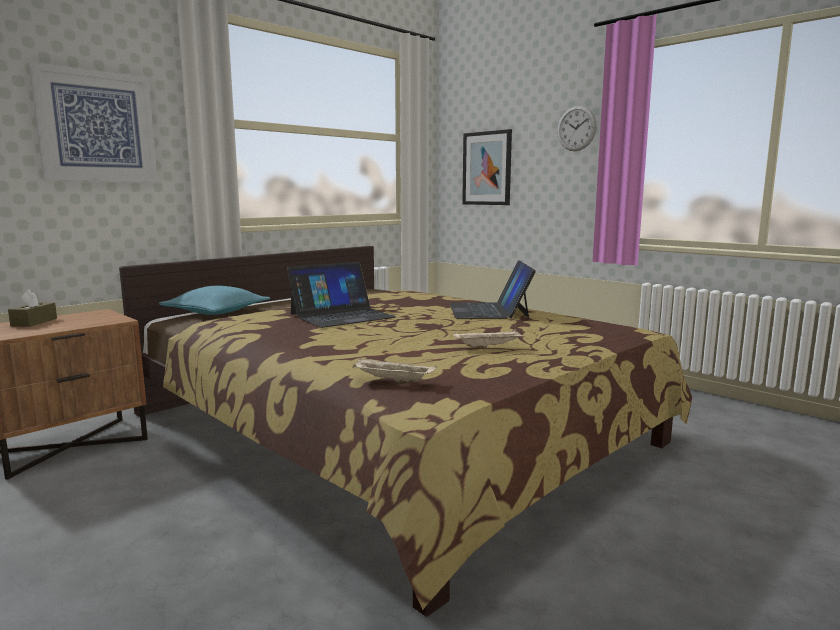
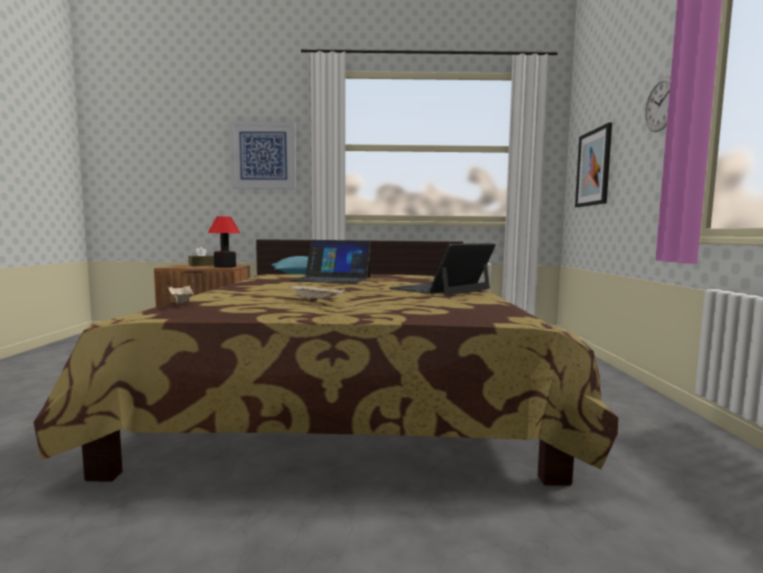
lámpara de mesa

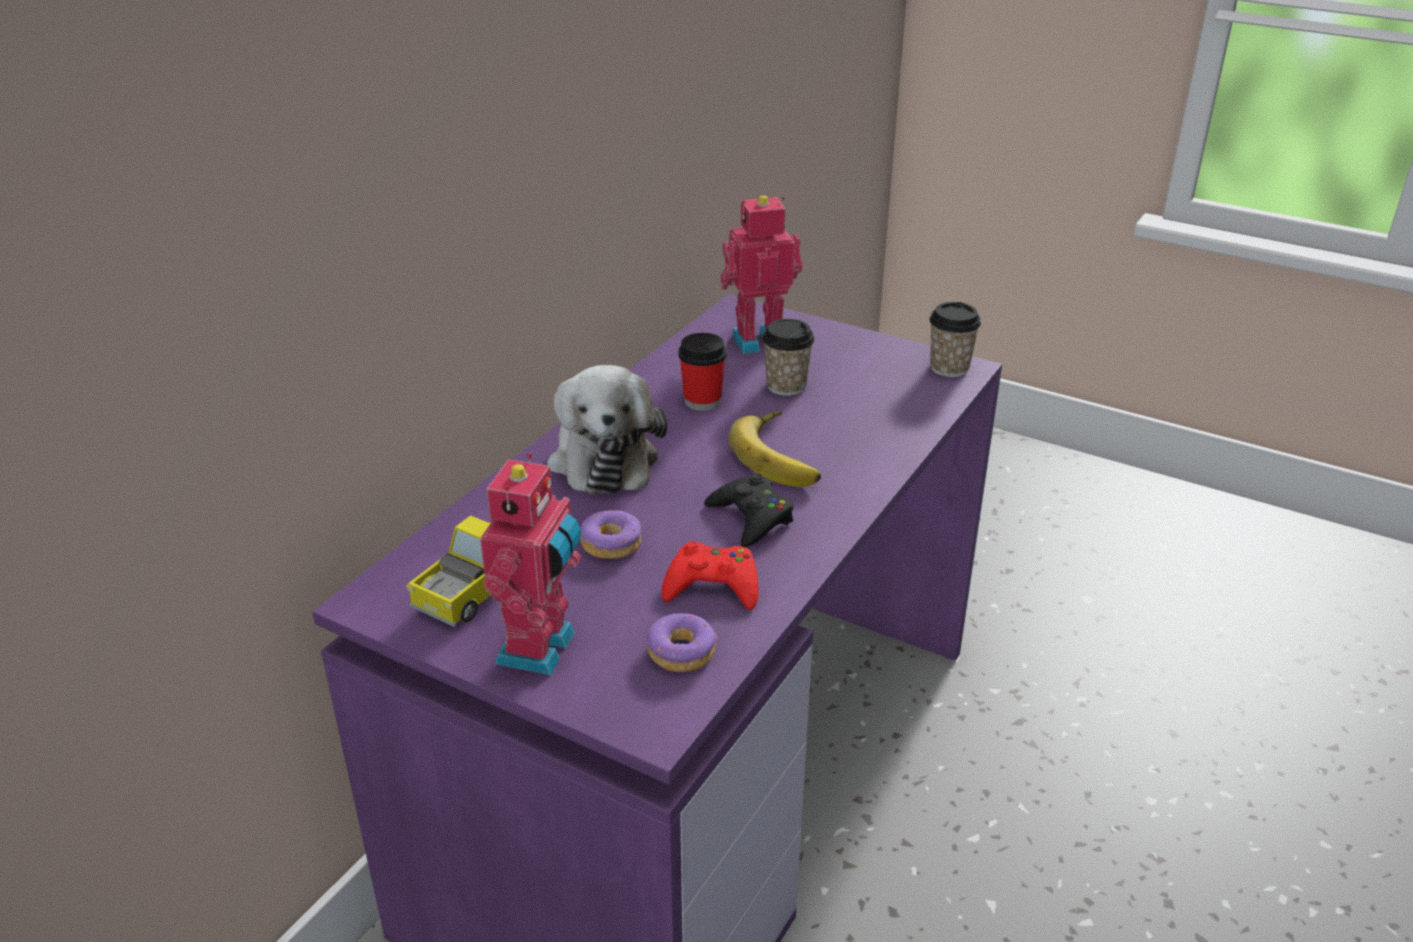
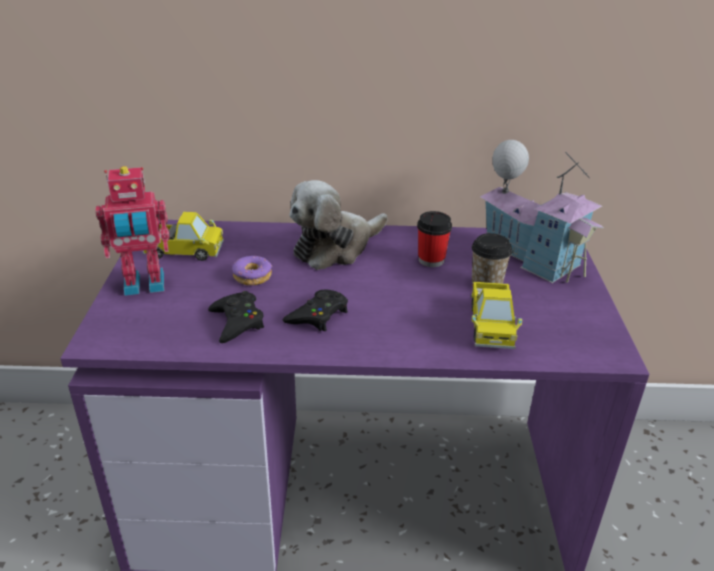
casita; taza (no. 3 from left in the first image); plátano; mando de consola (negro) (no. 1 from left); rosquilla (no. 2 from left in the first image); camión de juguete (no. 2 from left)

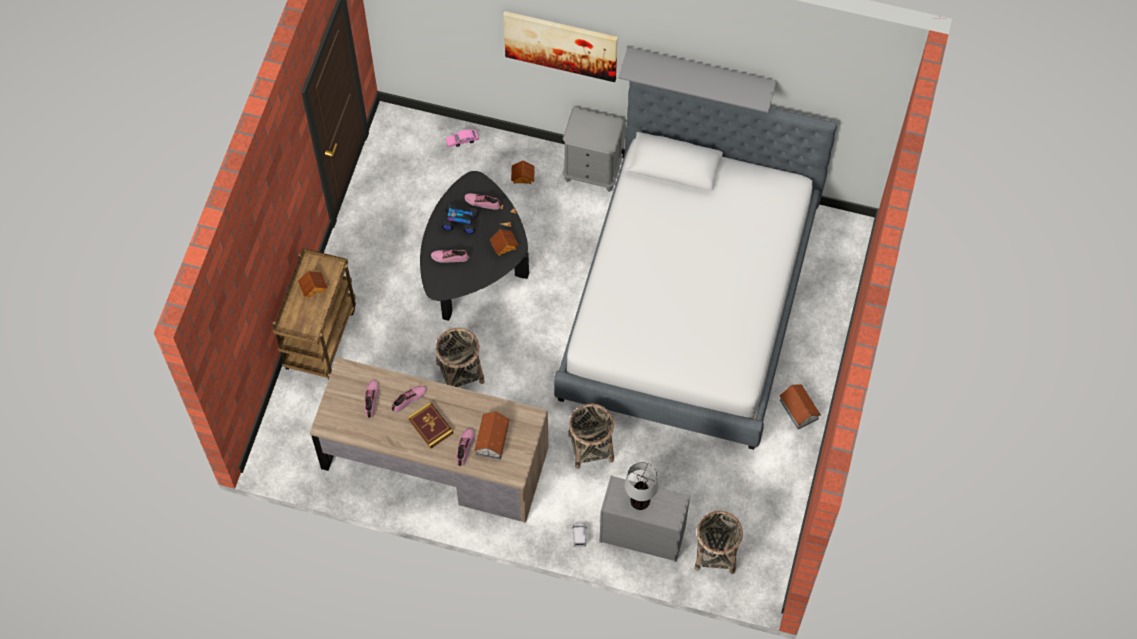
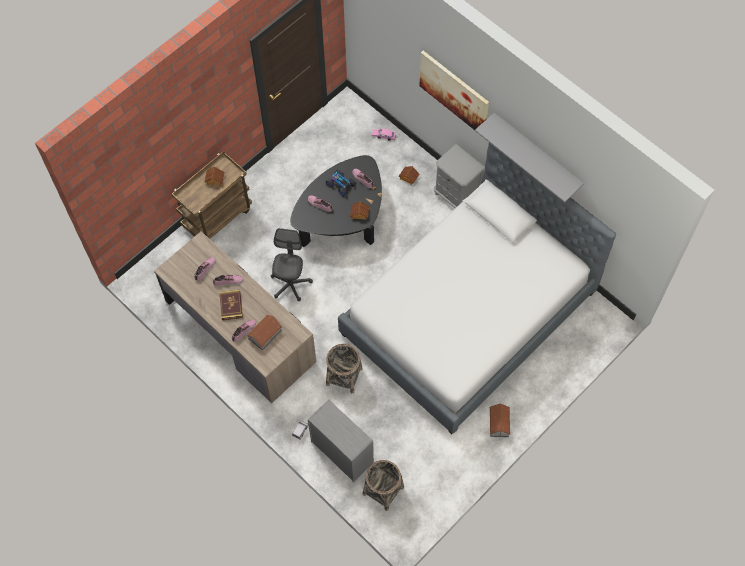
silla de oficina (gris); lámpara de mesa

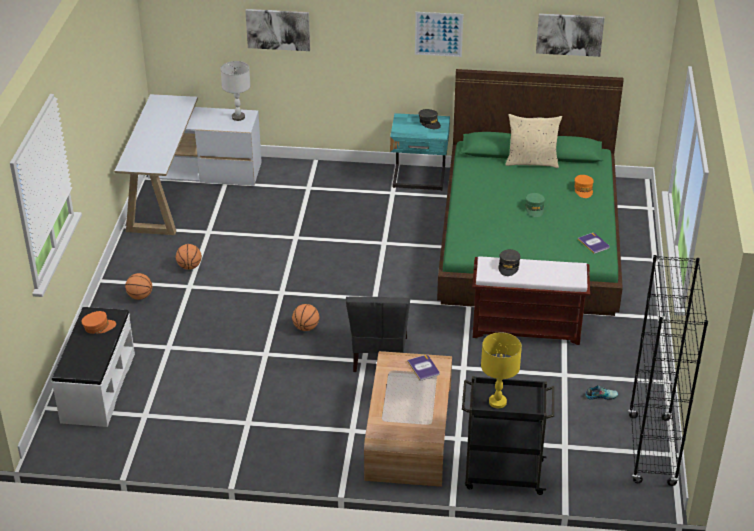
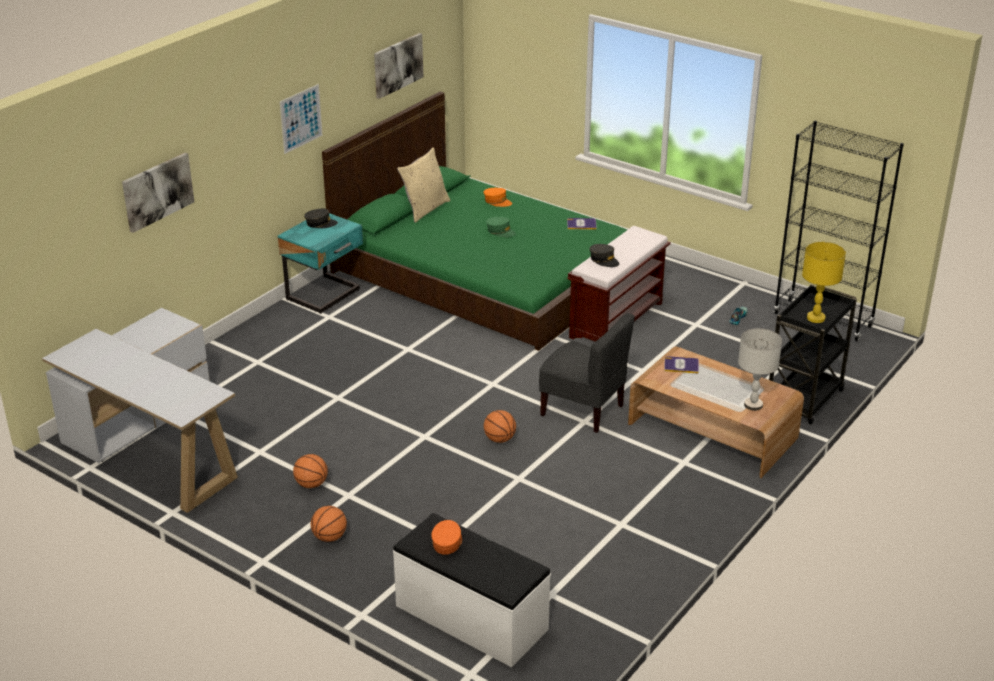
lámpara de mesa (gris)

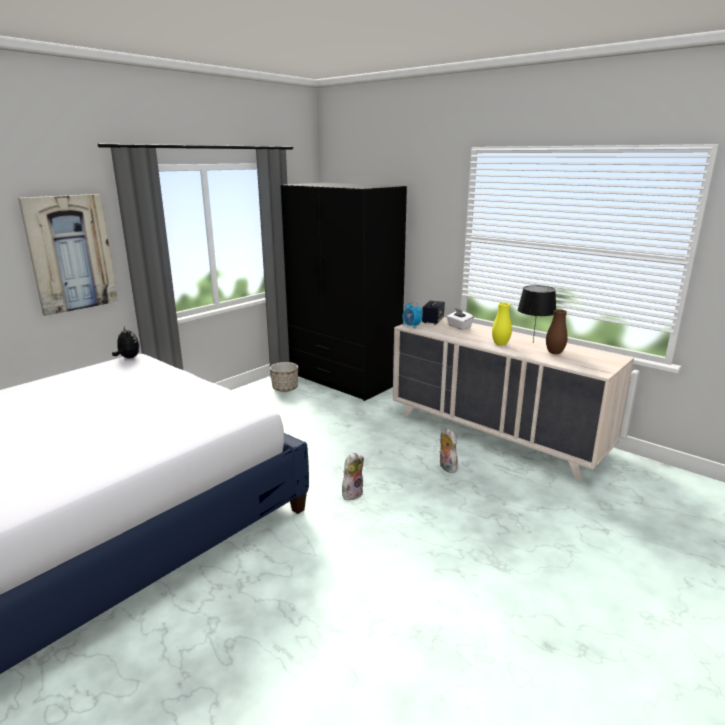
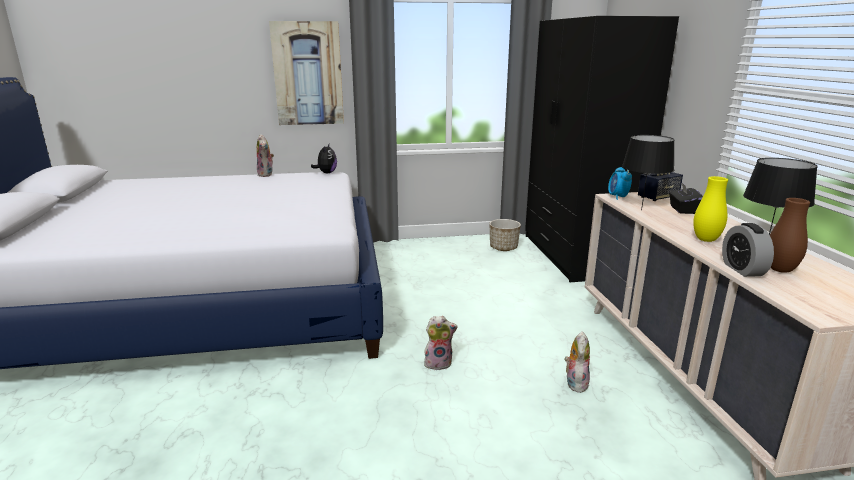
caja de pañuelos (negro); peluche (no. 1 from left); lámpara de mesa (negro) (no. 1 from left); despertador (no. 2 from left)

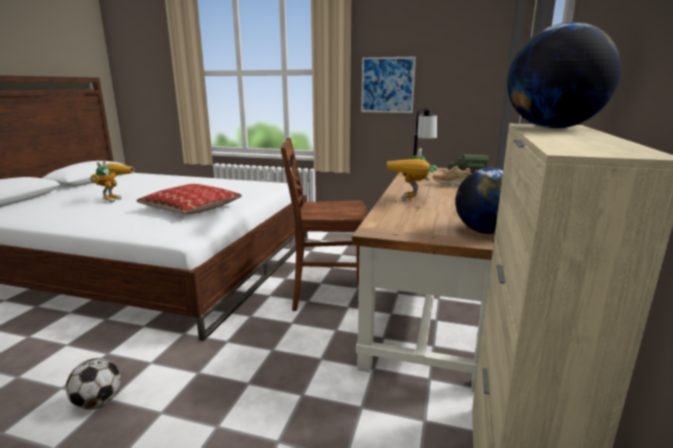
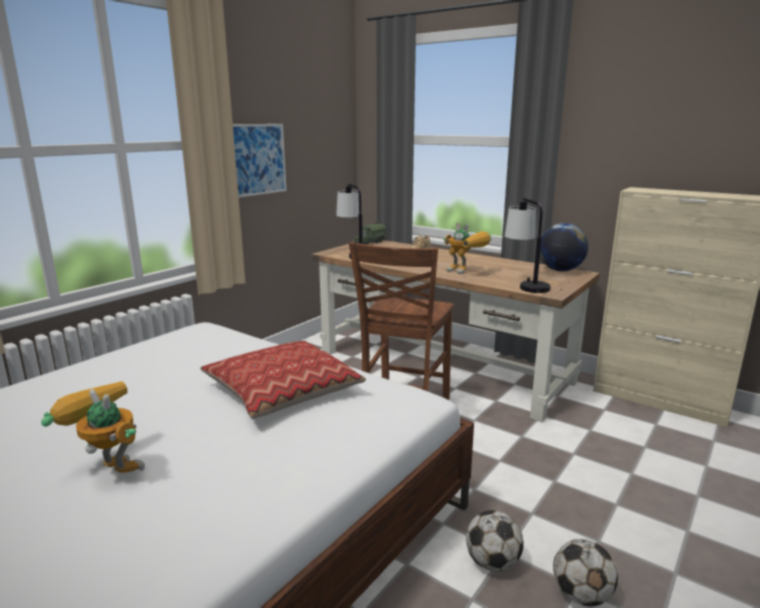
globo terráqueo (no. 2 from left in the first image); lámpara de mesa (no. 2 from left); balón de fútbol (no. 1 from left)

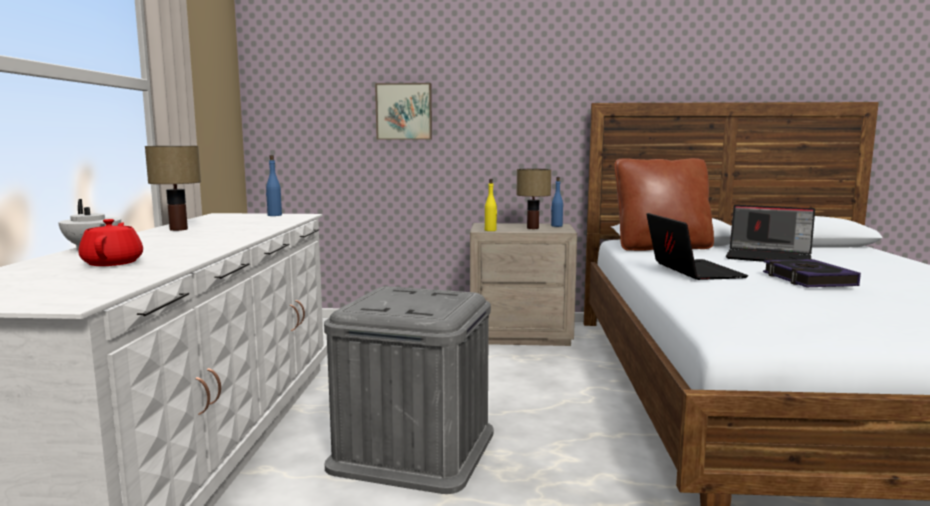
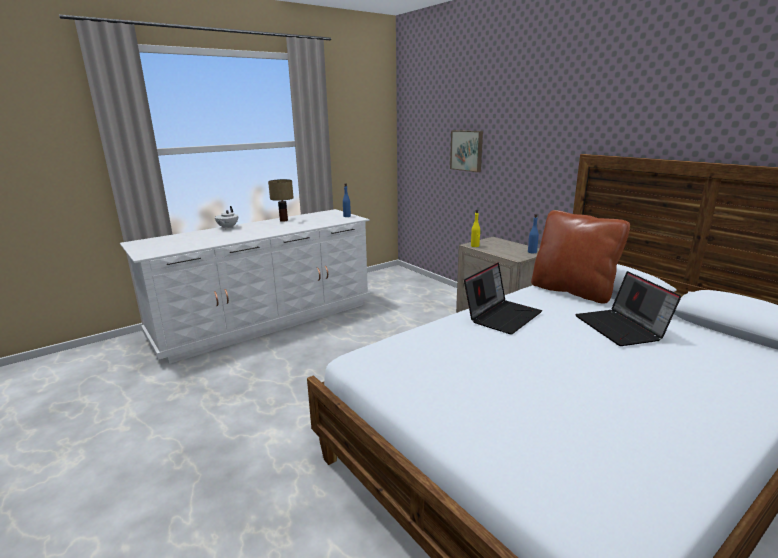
lámpara de mesa (no. 2 from left in the first image); tetera (rojo); libro; caja de almacenaje (gris)

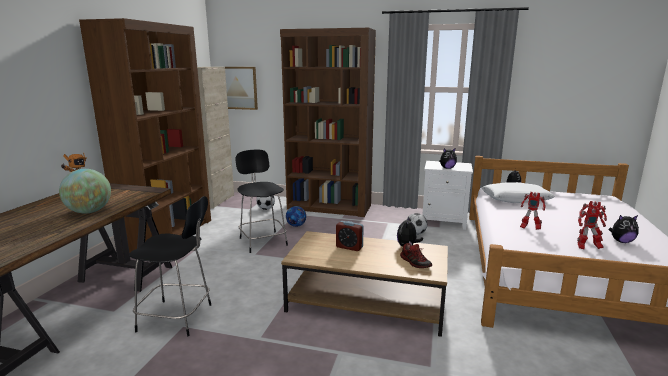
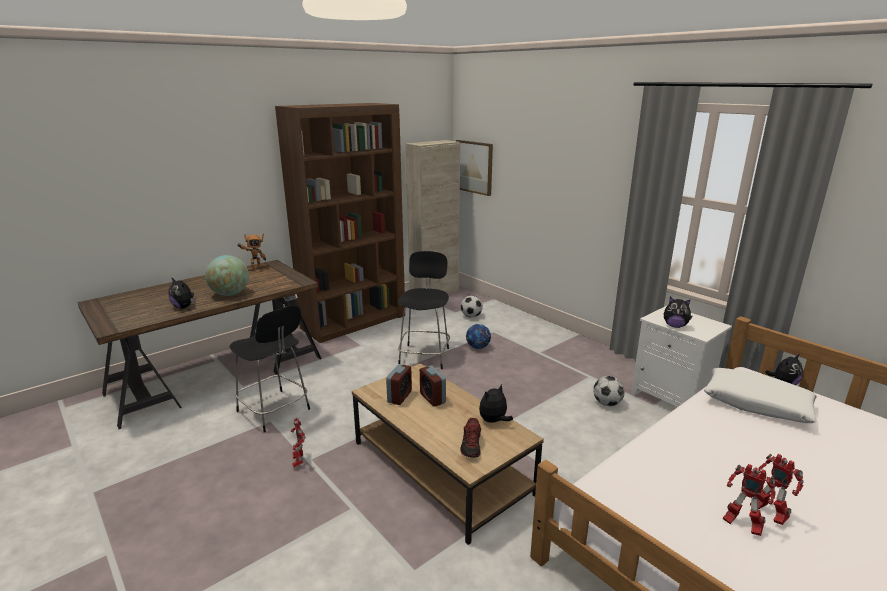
estantería (marrón) (no. 2 from left in the first image); robot de juguete (no. 2 from left); peluche (no. 1 from left); despertador (no. 1 from left)

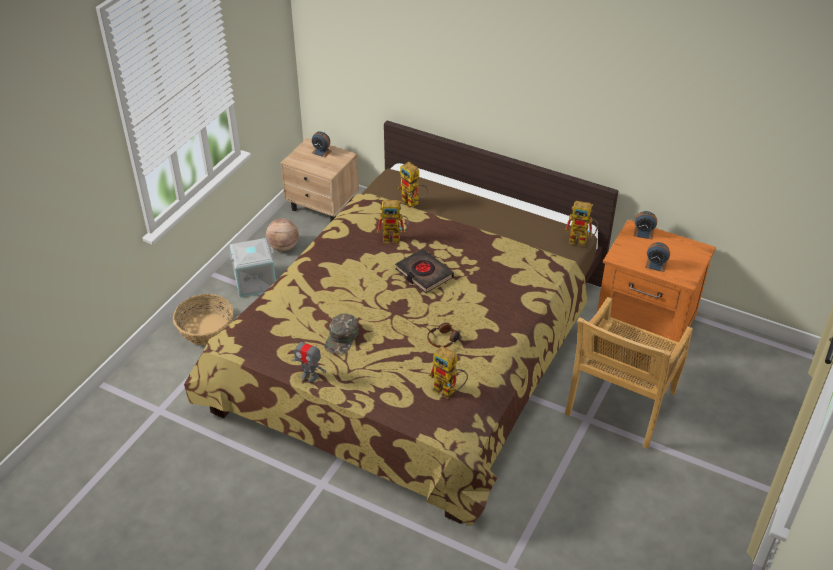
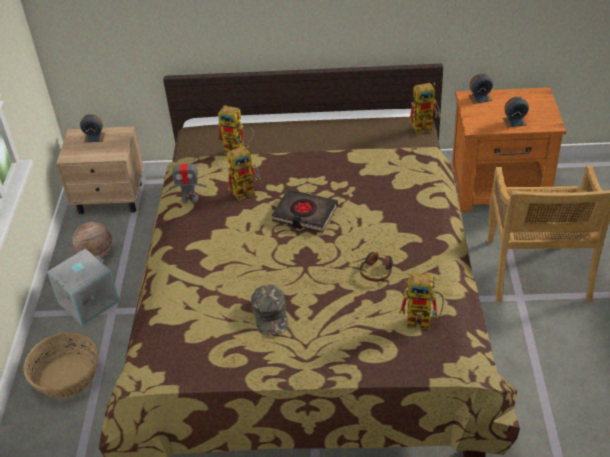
robot de juguete (no. 1 from left)

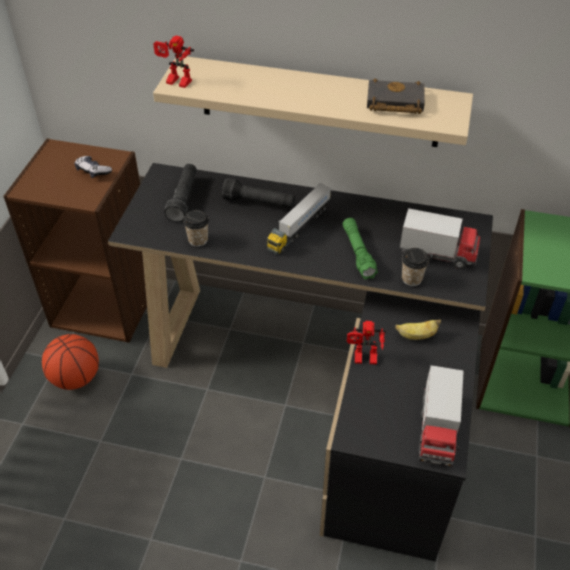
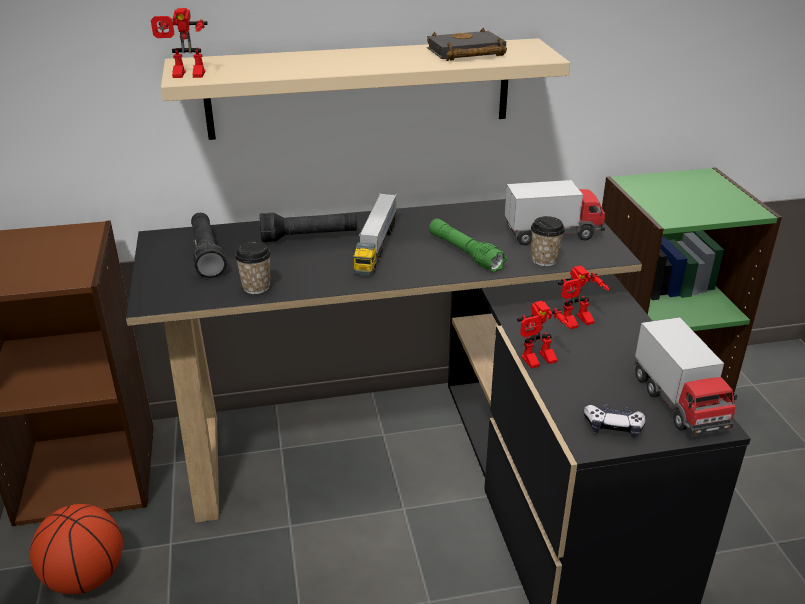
mando de consola; robot de juguete (no. 3 from left)

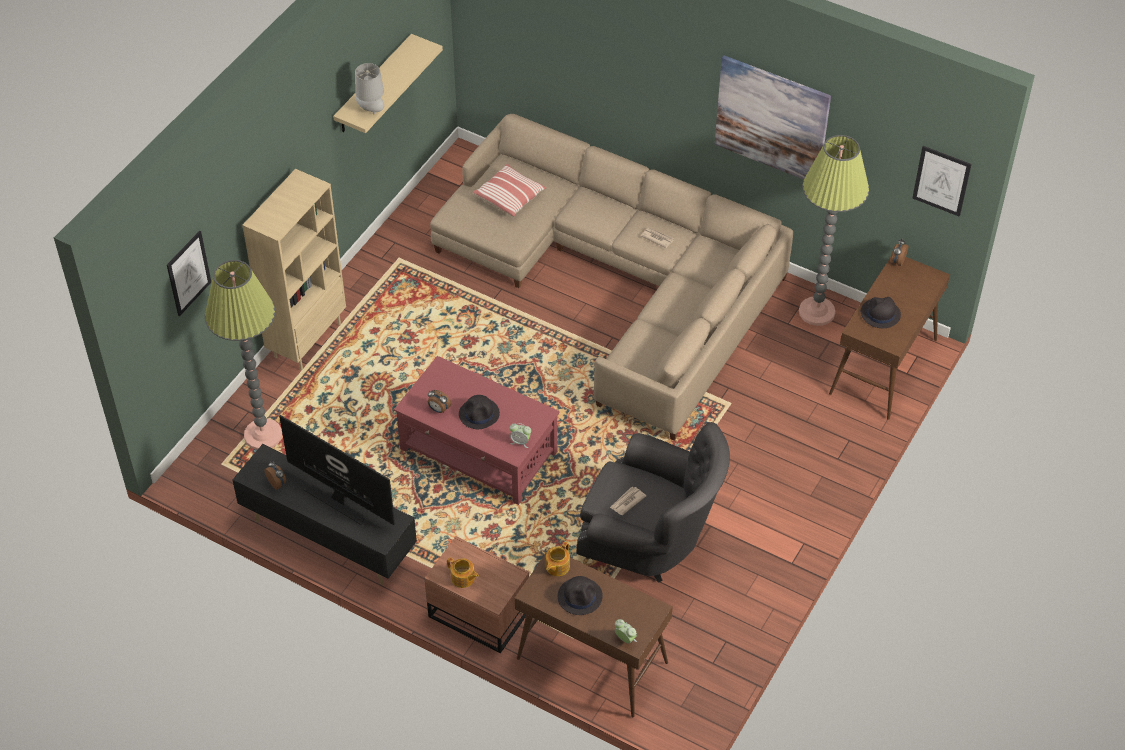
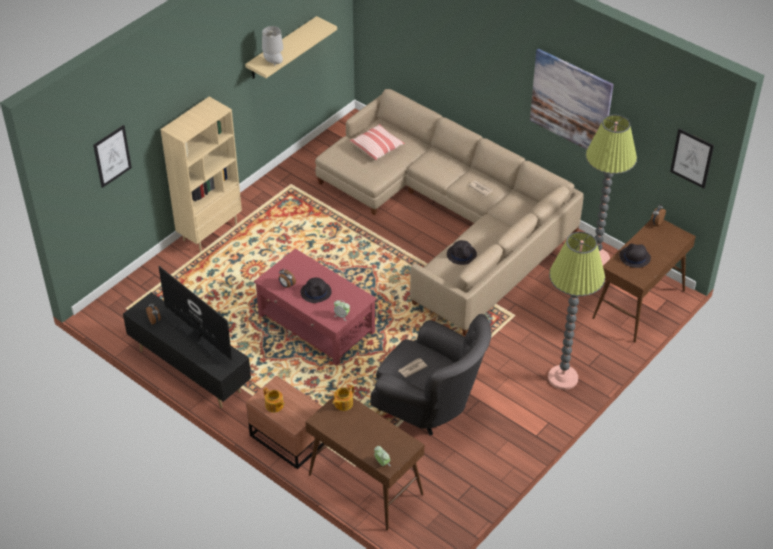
lámpara de pie (no. 1 from left); sombrero (negro) (no. 2 from left)

